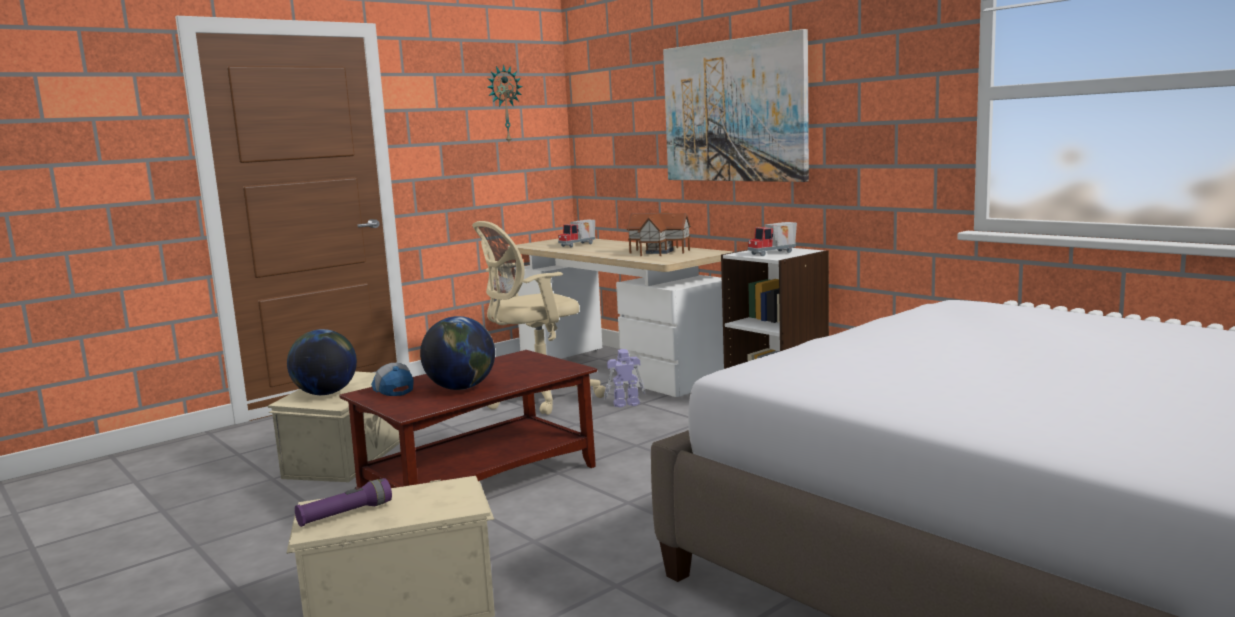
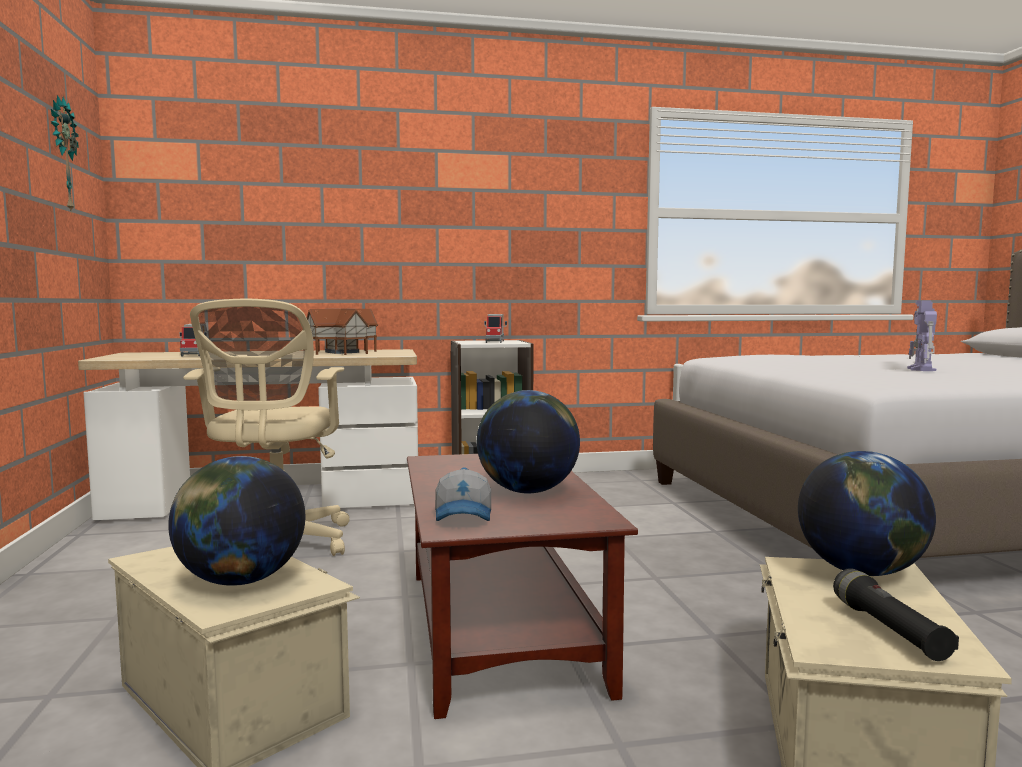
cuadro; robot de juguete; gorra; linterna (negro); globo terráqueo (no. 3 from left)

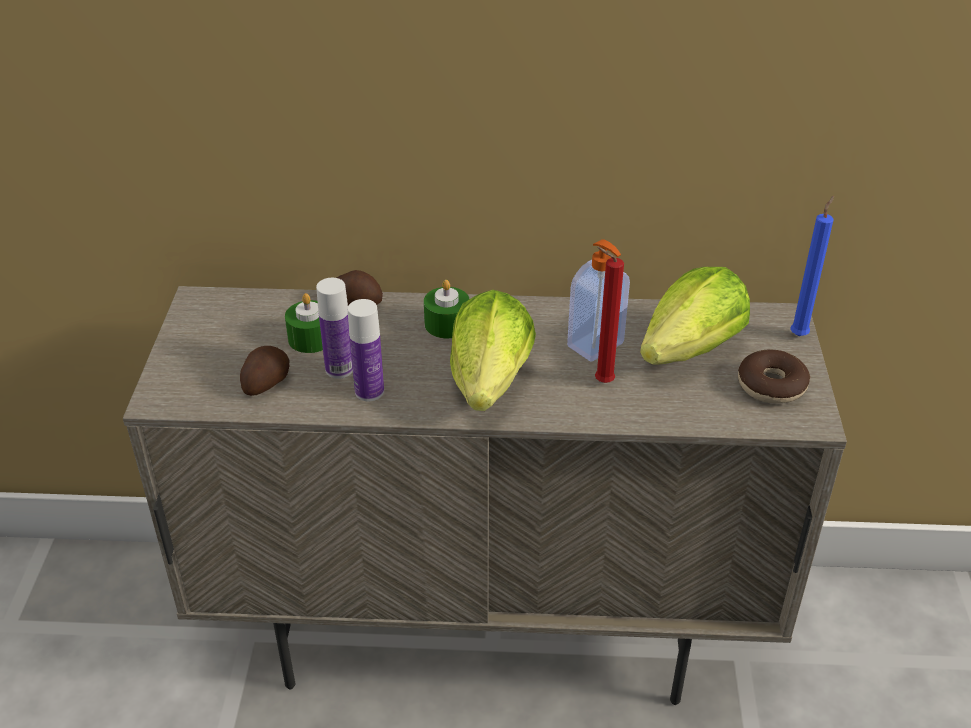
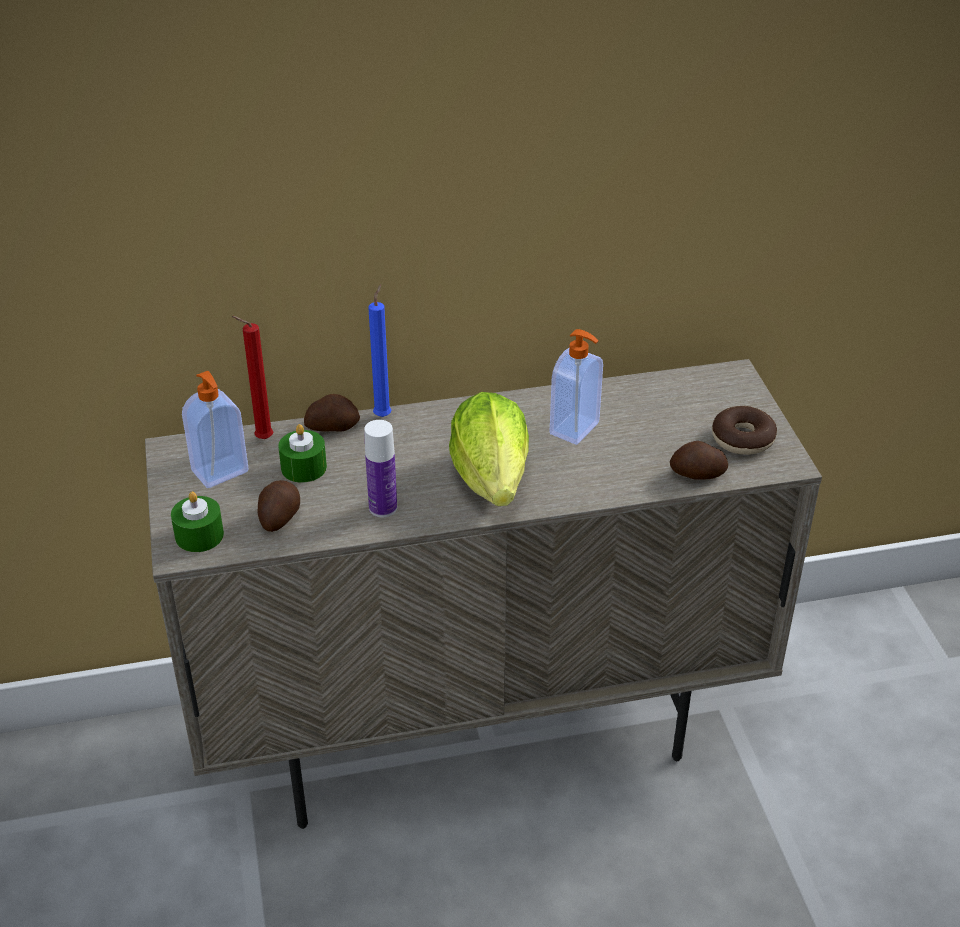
vela (azul); vela (rojo); lechuga (no. 2 from left in the first image); botella (no. 1 from left in the first image); vela (verde) (no. 1 from left); dispensador de jabón (no. 1 from left); patata (no. 3 from left)

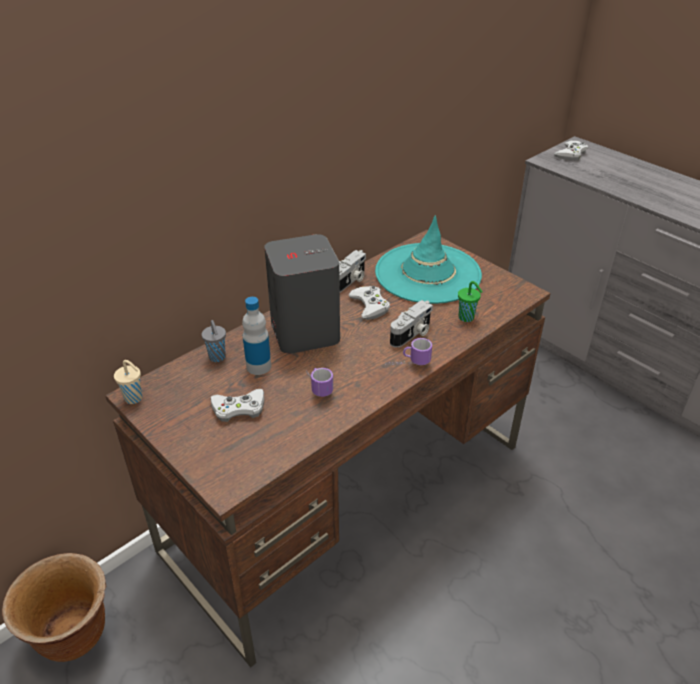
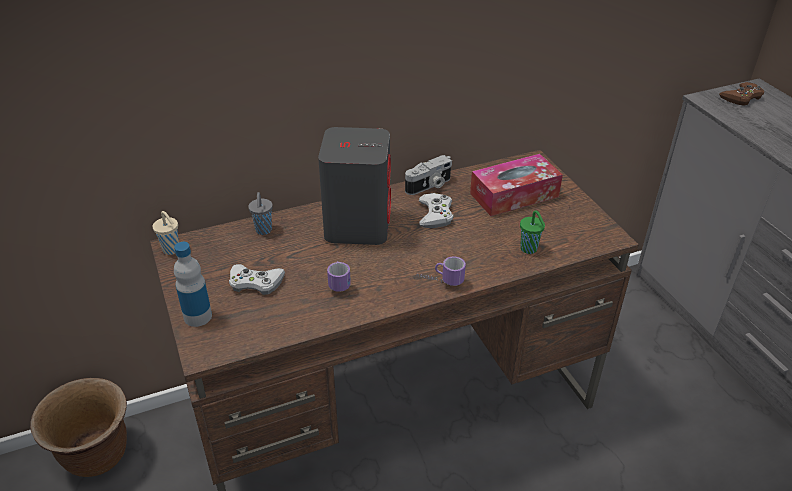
mando de consola (marrón); caja de pañuelos; botella; cámara (no. 2 from left in the first image)

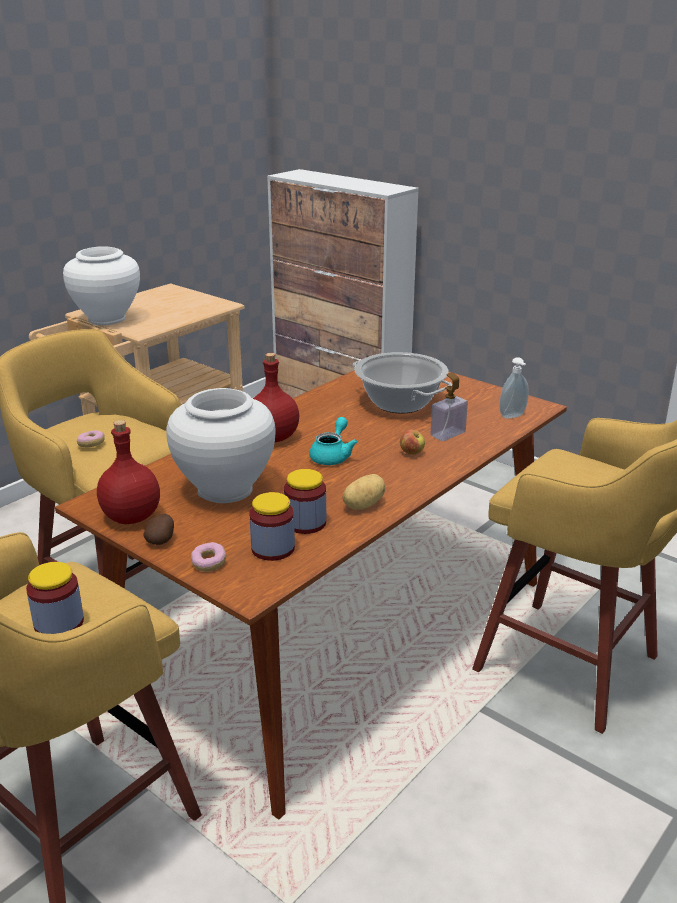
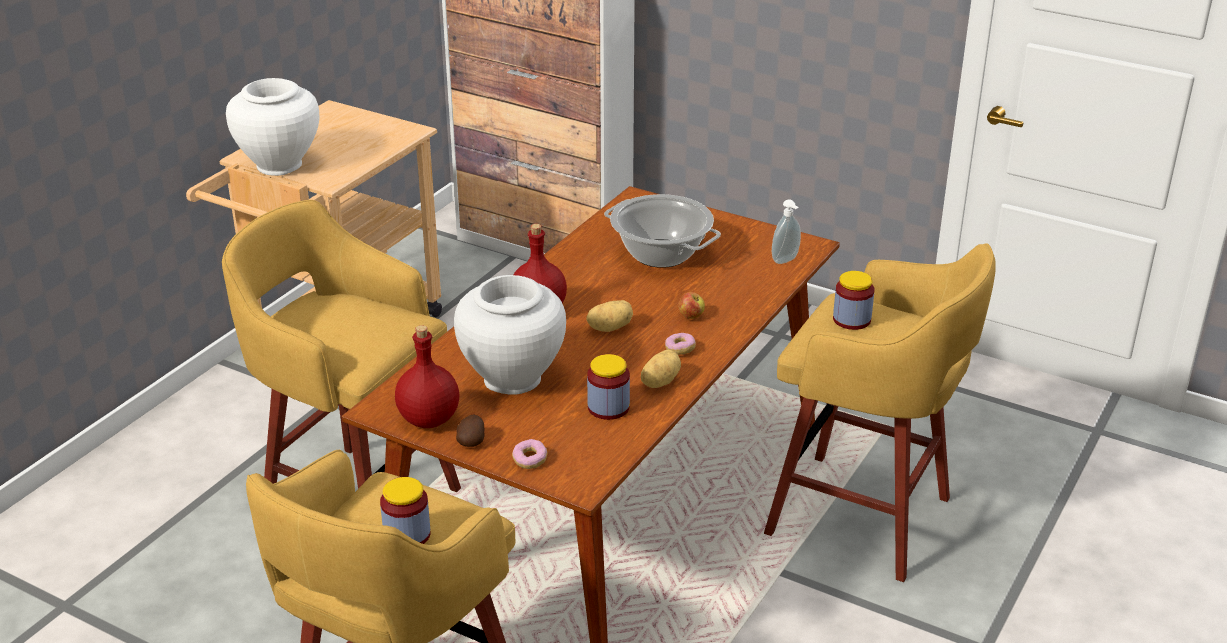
dispensador de jabón (no. 1 from left in the first image); patata (no. 2 from left); rosquilla (no. 2 from left); tarro (no. 3 from left)

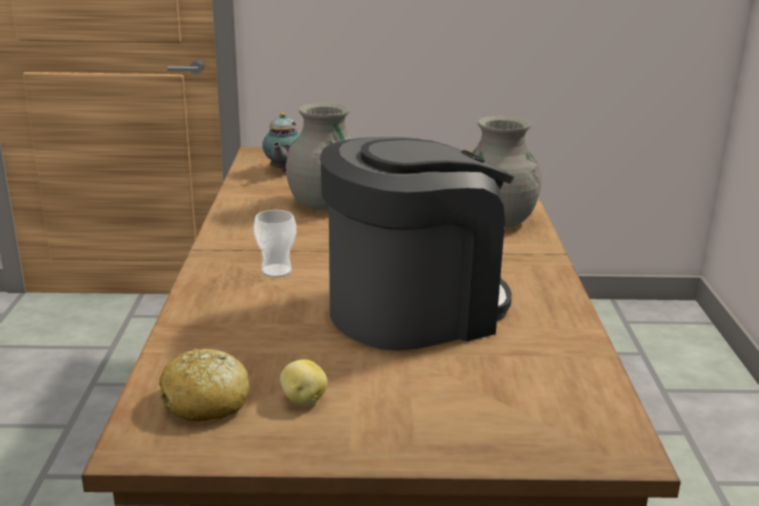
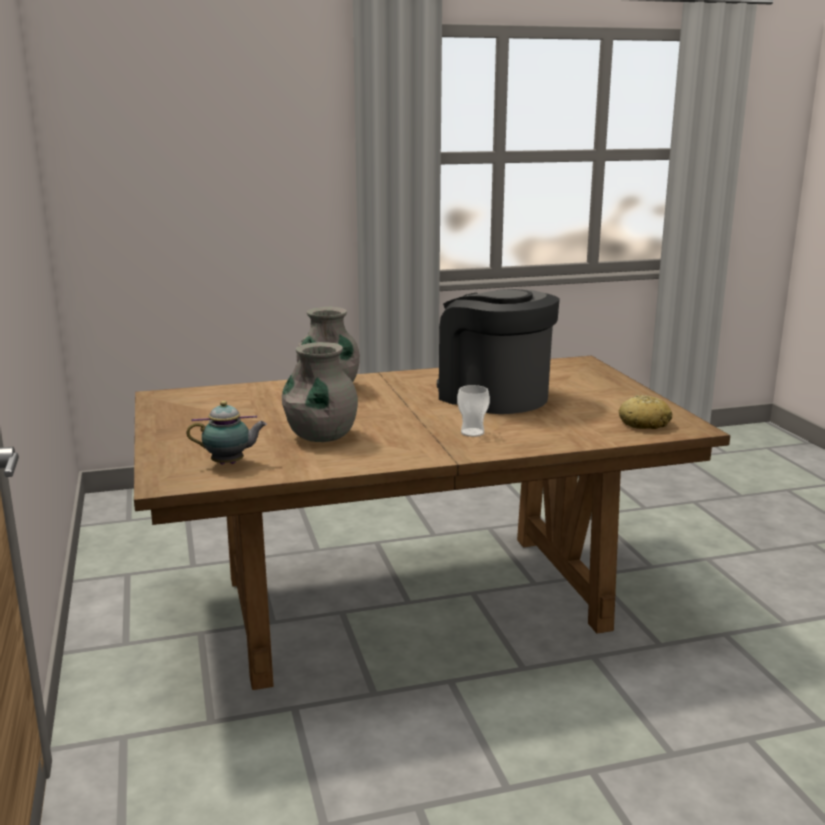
patata

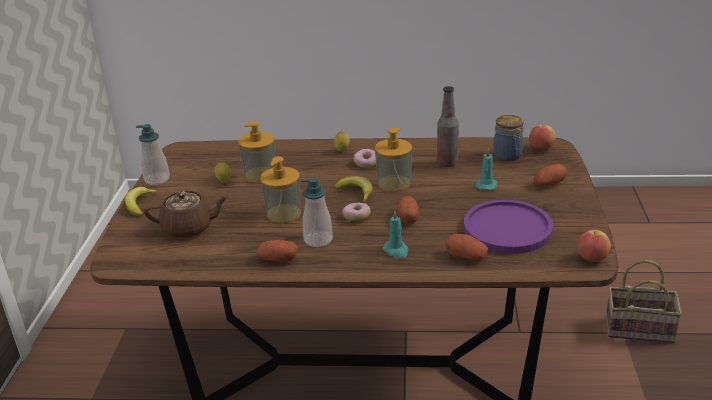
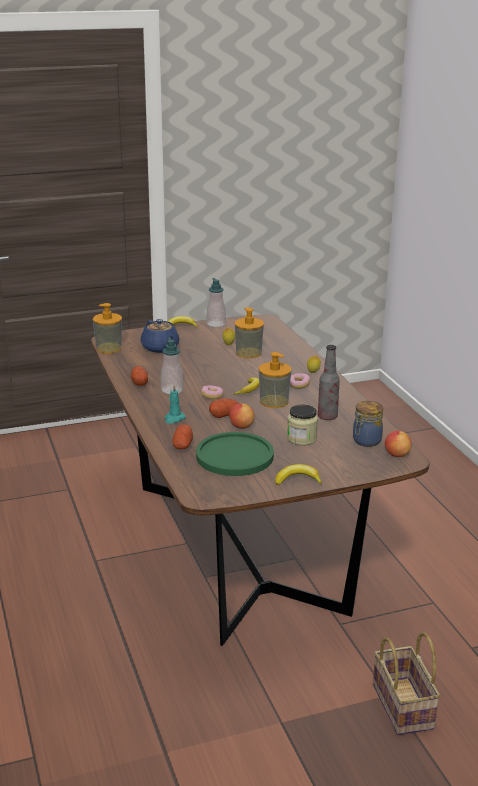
tarro (no. 1 from left); dispensador de jabón (no. 1 from left); patata (no. 4 from left in the first image); tetera (azul); plato (verde); manzana (no. 1 from left); plátano (no. 3 from left)

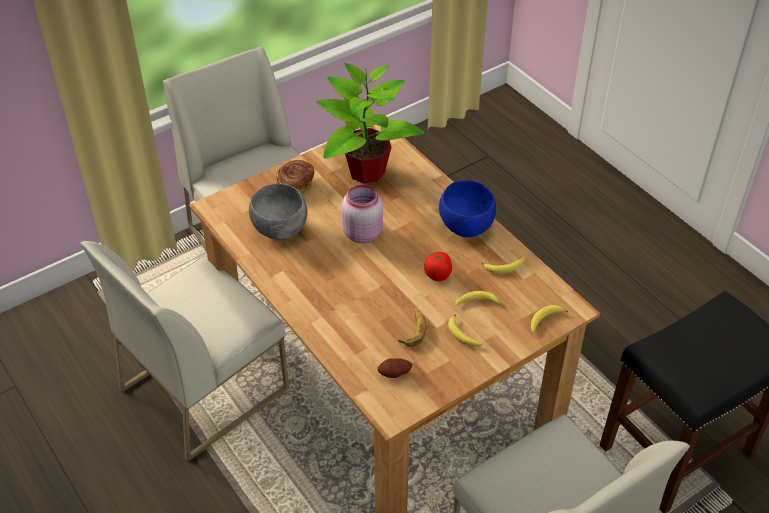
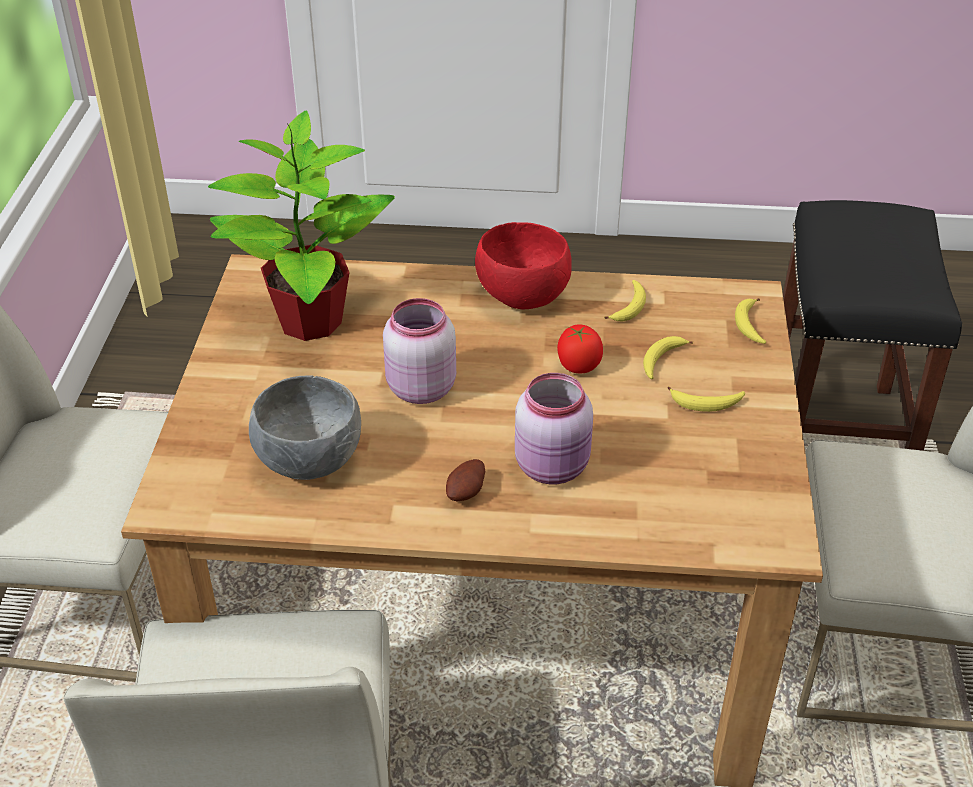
pan; cuenco (rojo); plátano (no. 1 from left in the first image); patata; tarro (rosa) (no. 2 from left)

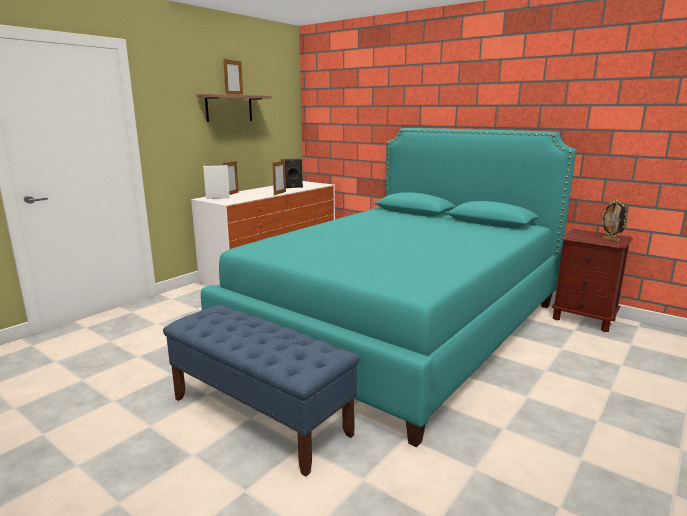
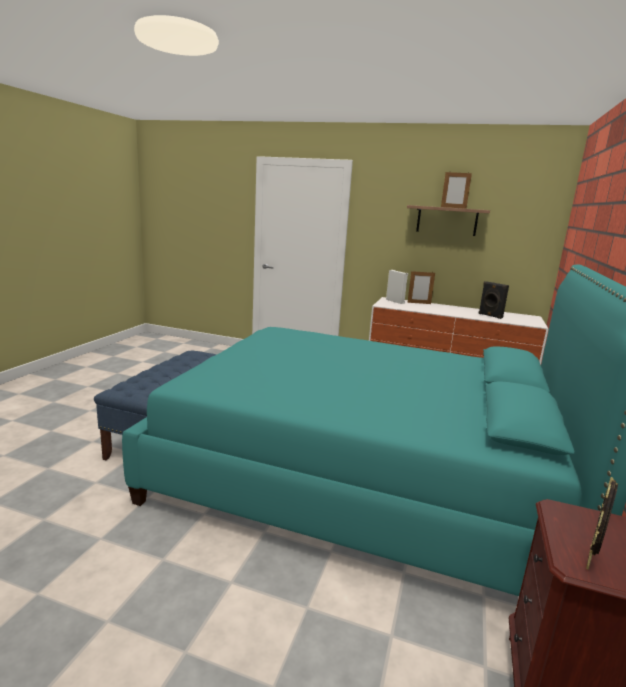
portarretratos (no. 3 from left in the first image)

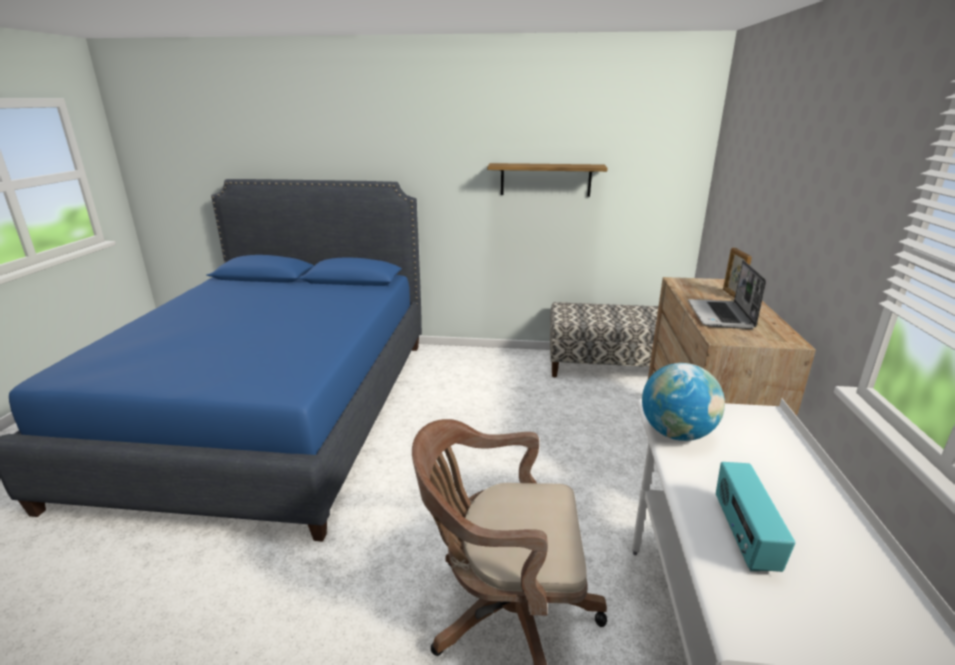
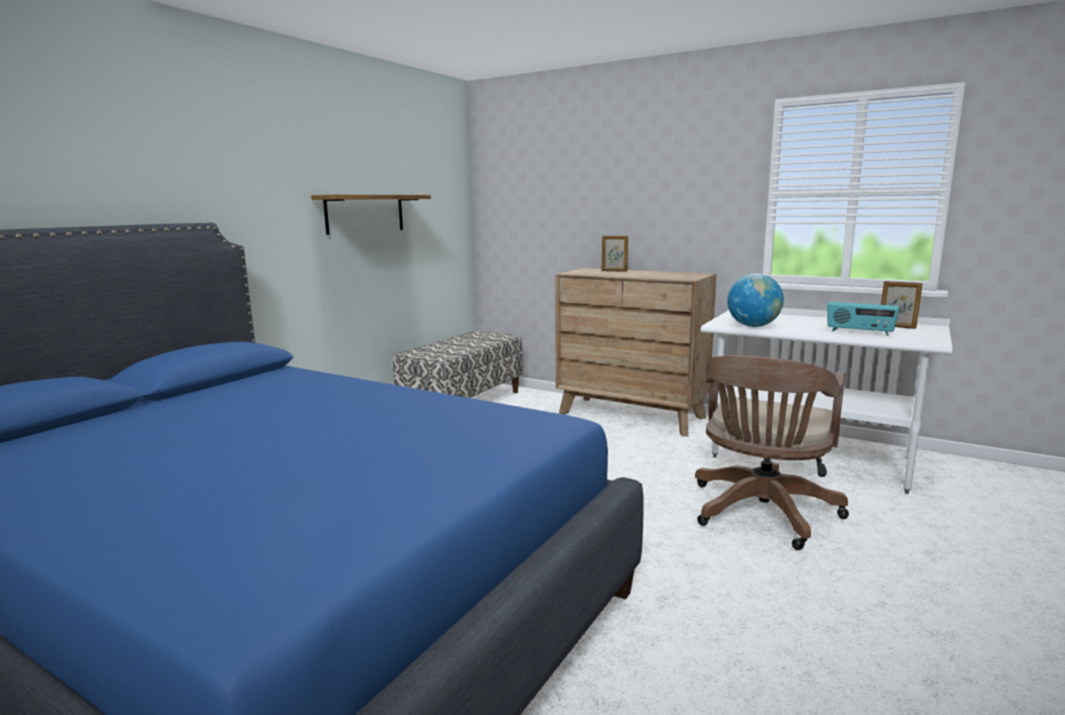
portátil; portarretratos (no. 2 from left)

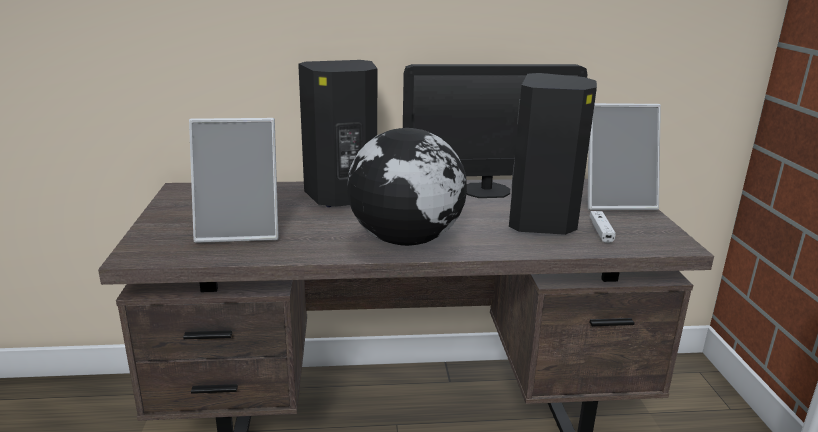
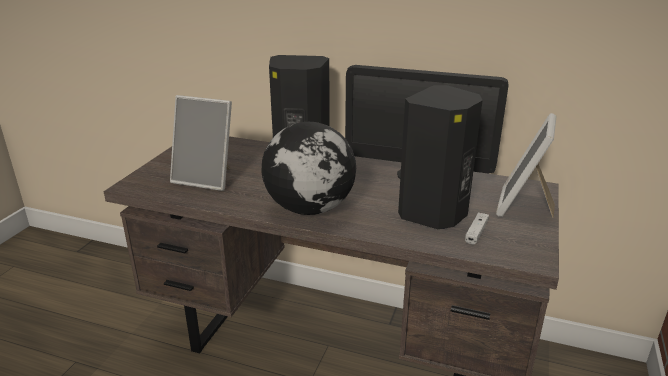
portarretratos (no. 2 from left)

